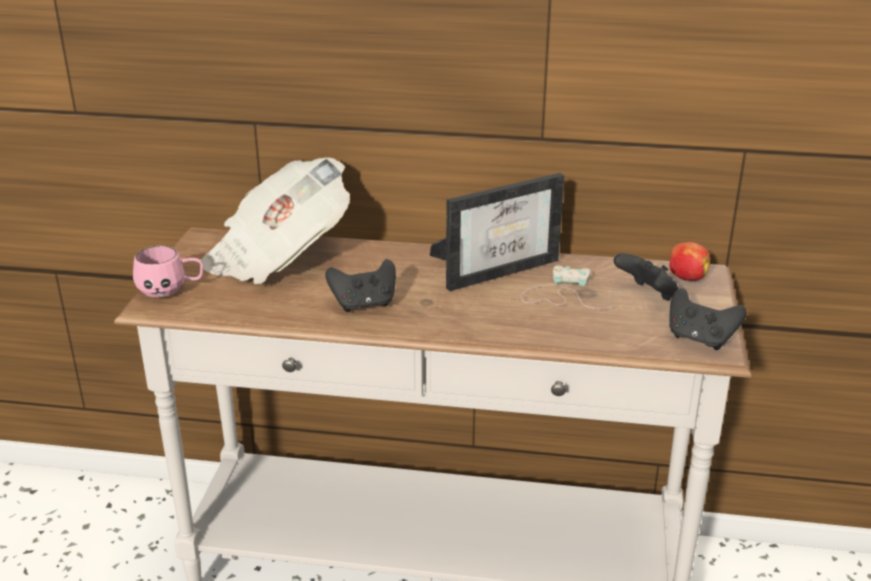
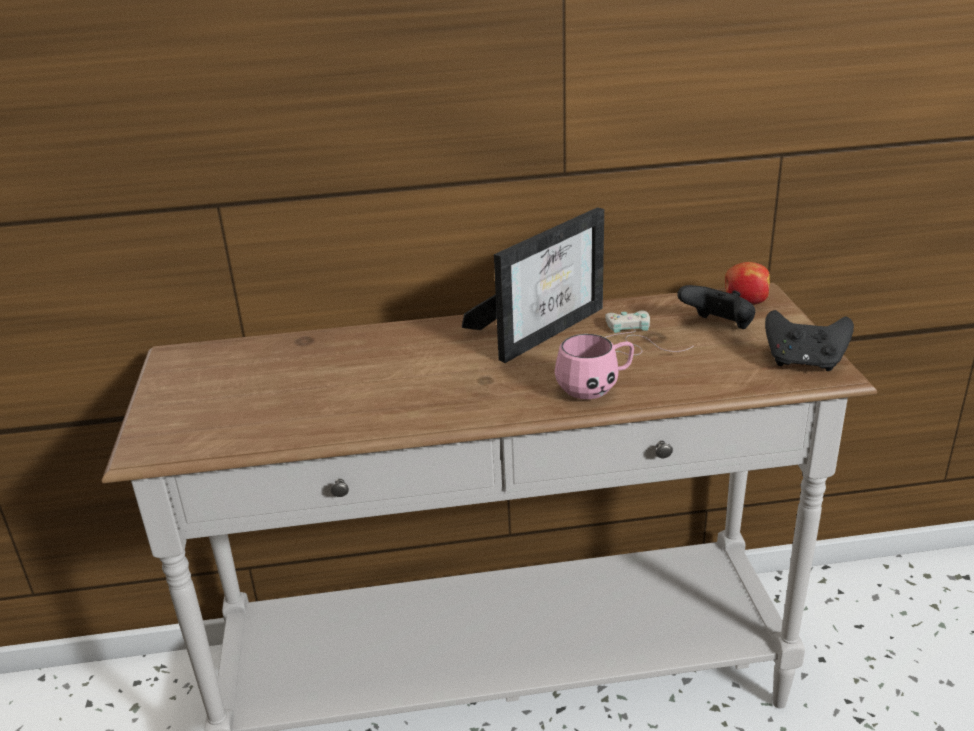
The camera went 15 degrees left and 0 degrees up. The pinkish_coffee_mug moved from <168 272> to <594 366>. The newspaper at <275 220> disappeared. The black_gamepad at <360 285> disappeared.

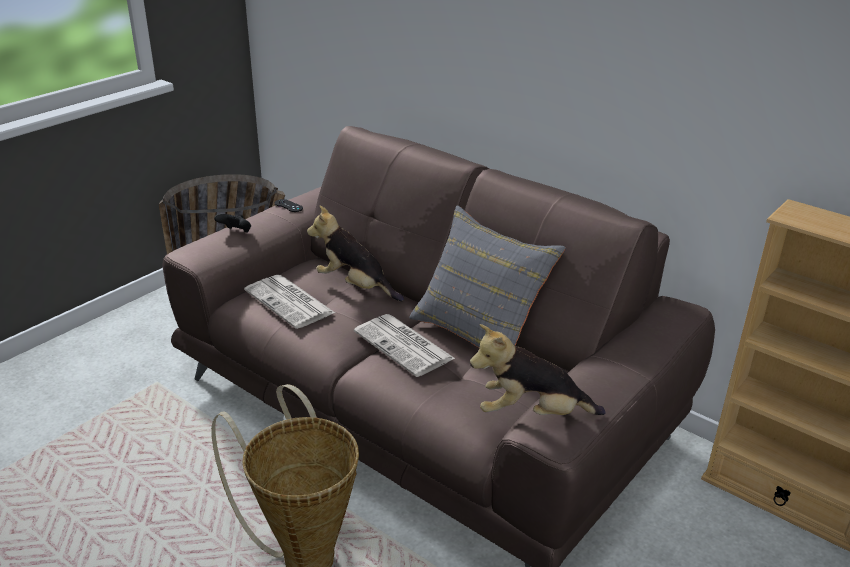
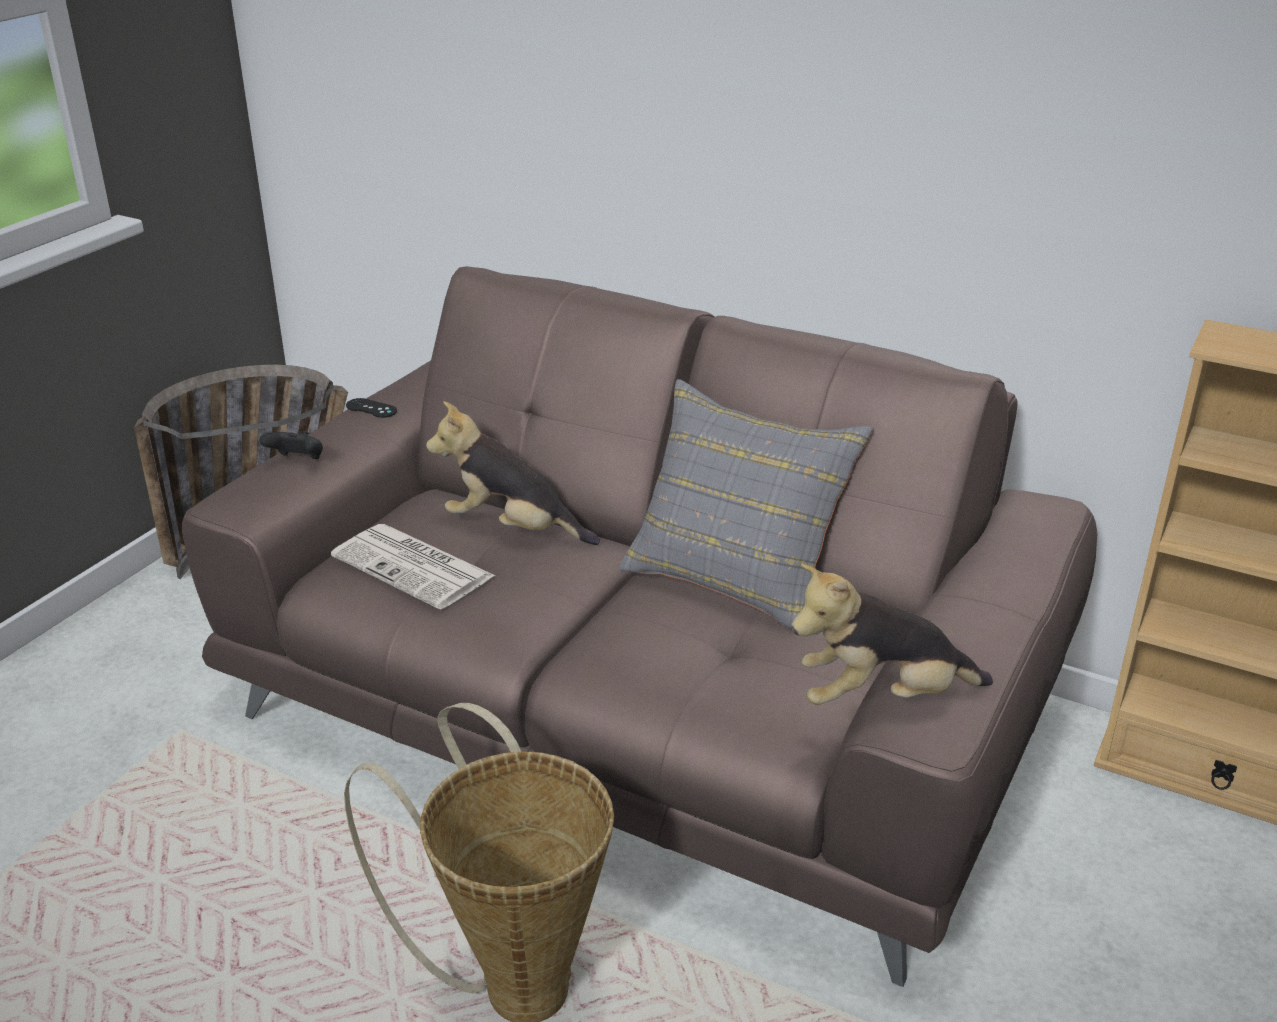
The camera went 10 degrees left and 0 degrees up. The newspaper at <404 345> disappeared.

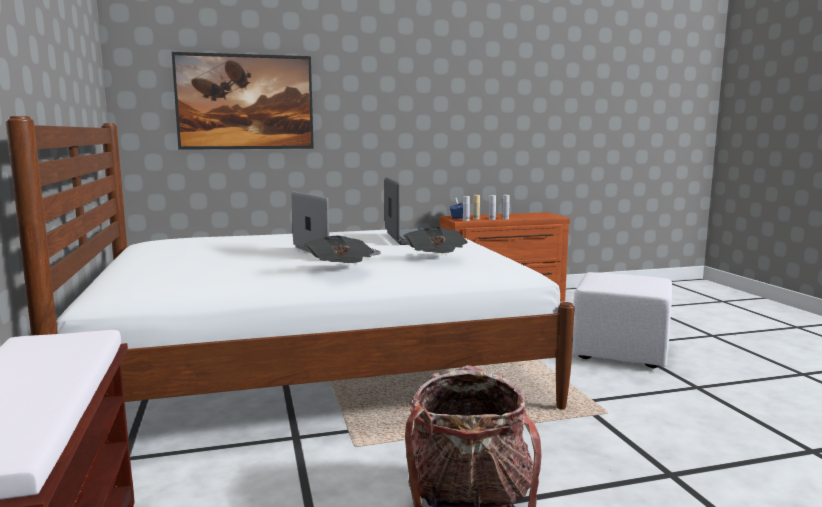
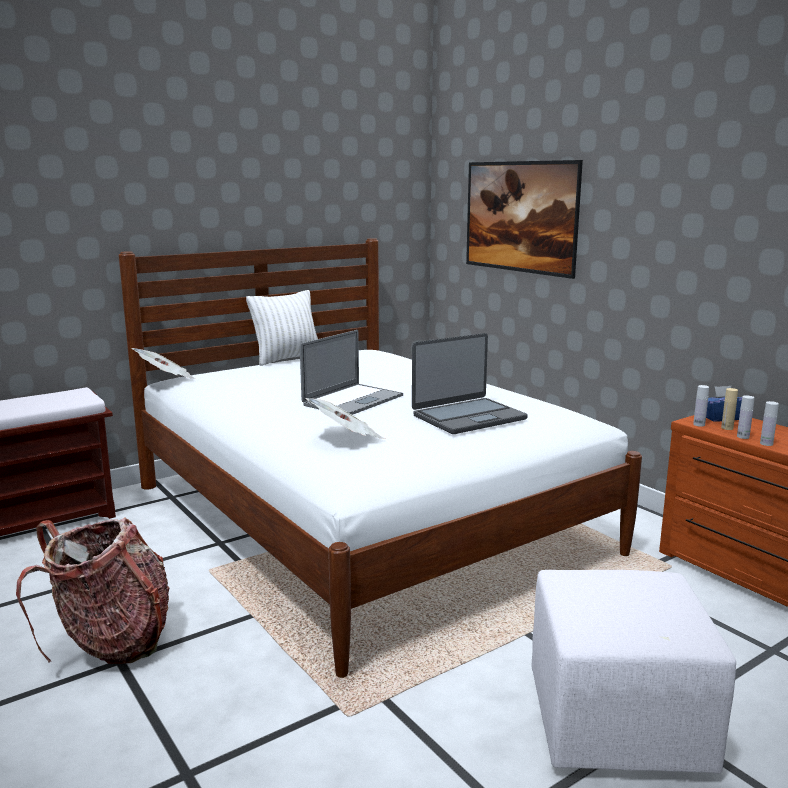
The camera went 70 degrees right and 5 degrees up. The newspaper moved from <338 249> to <163 363>. The white-coloured_throw_pillow at <282 328> appeared.

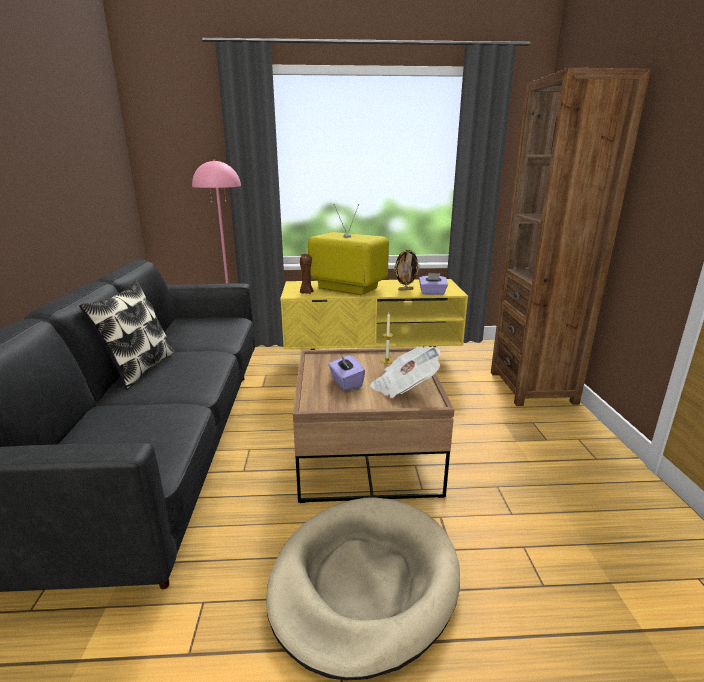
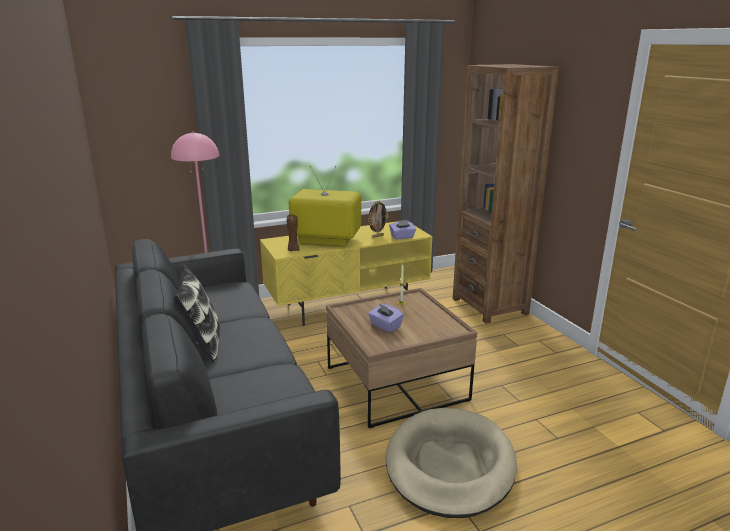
The camera went 20 degrees left and 0 degrees up. The newspaper at <405 372> disappeared.

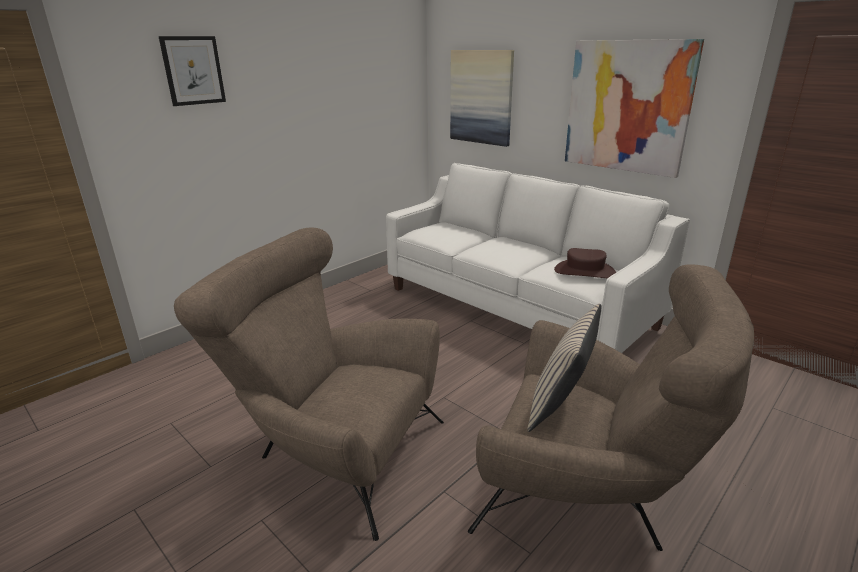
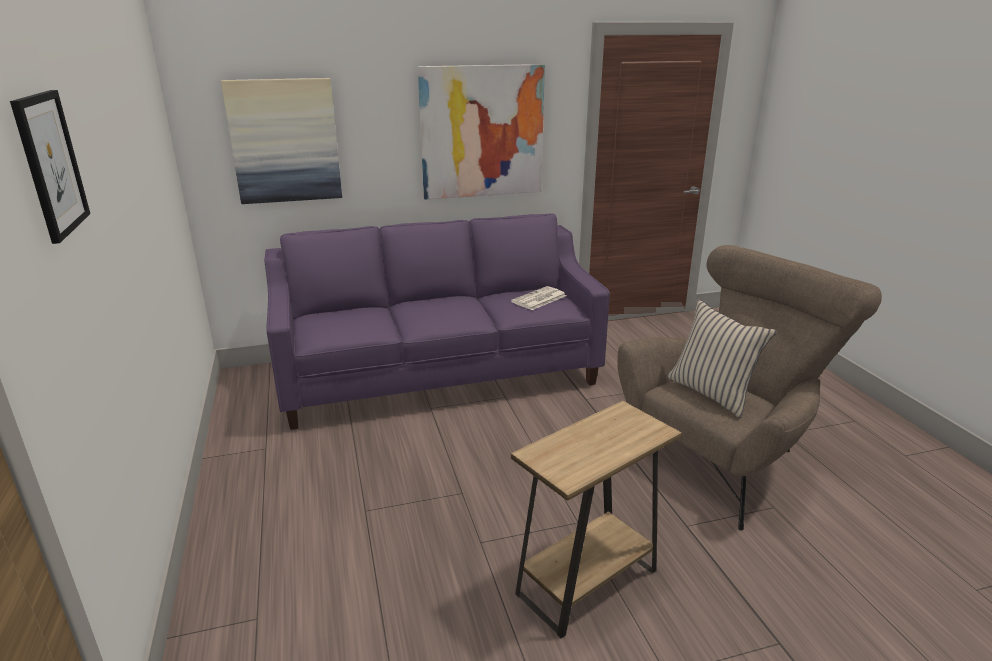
The camera went 60 degrees left and 0 degrees up. The white-coloured_sofa at <538 258> became the purplish_sofa at <437 321>. The brownish_clothing_hat at <585 263> was replaced by the newspaper at <538 298>. The brownish_armchair at <309 384> was replaced by the brownish_accent_table at <596 519>.

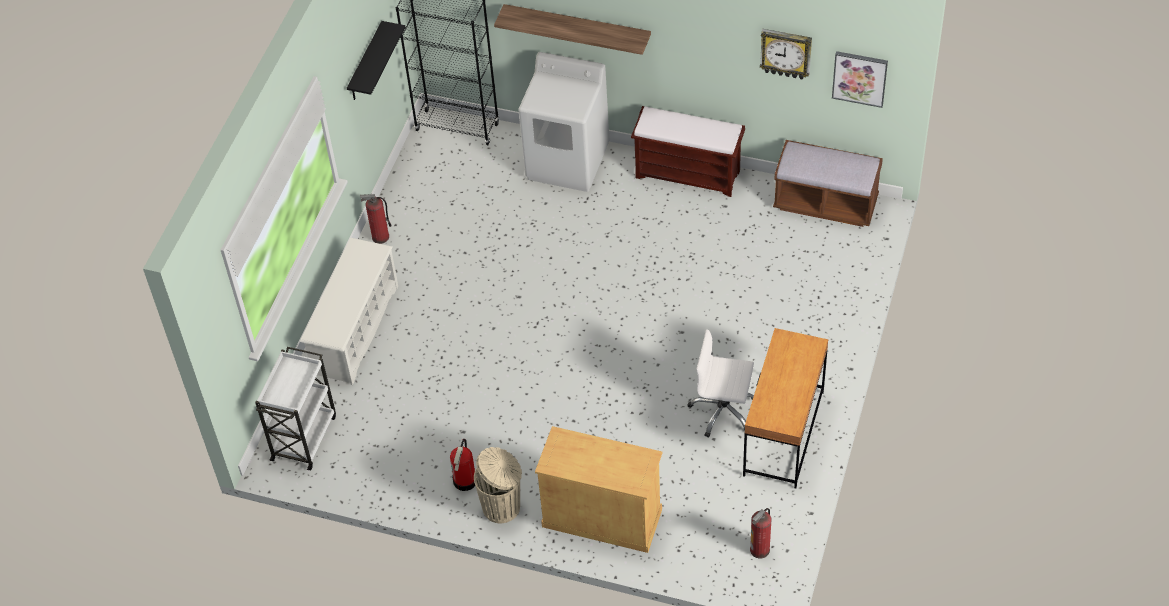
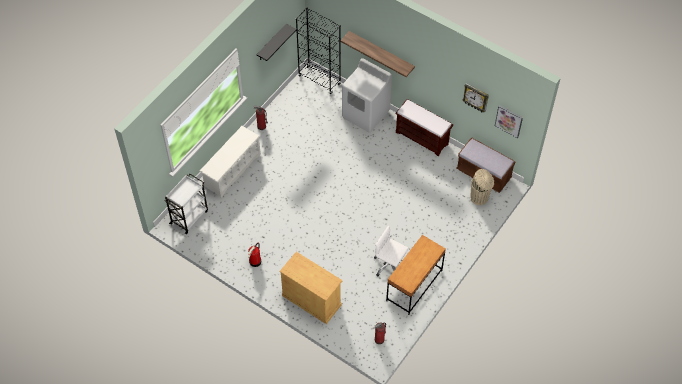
The camera went 15 degrees right and 5 degrees up. The sand-coloured_waste_bin moved from <498 485> to <482 187>.

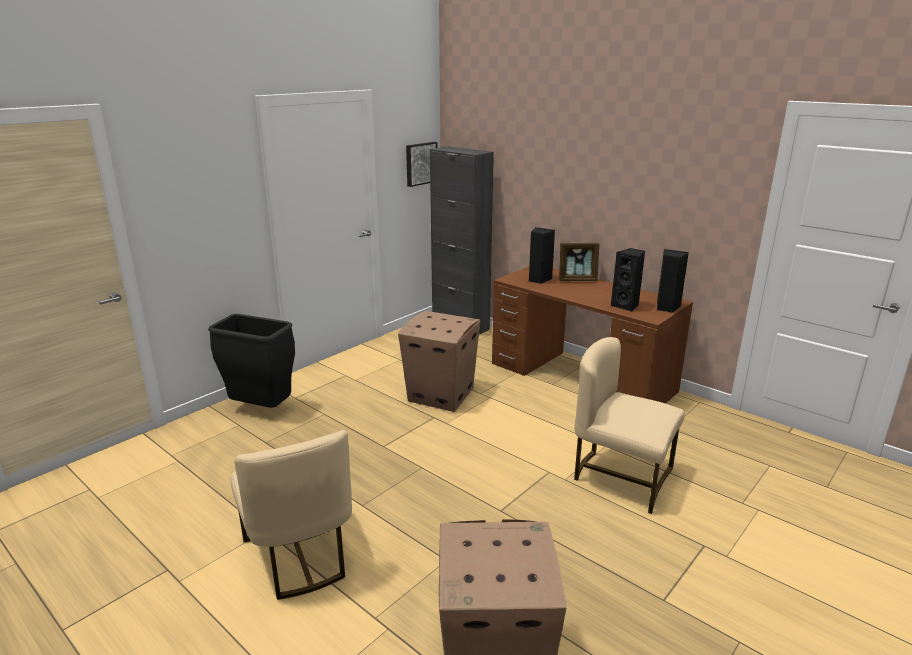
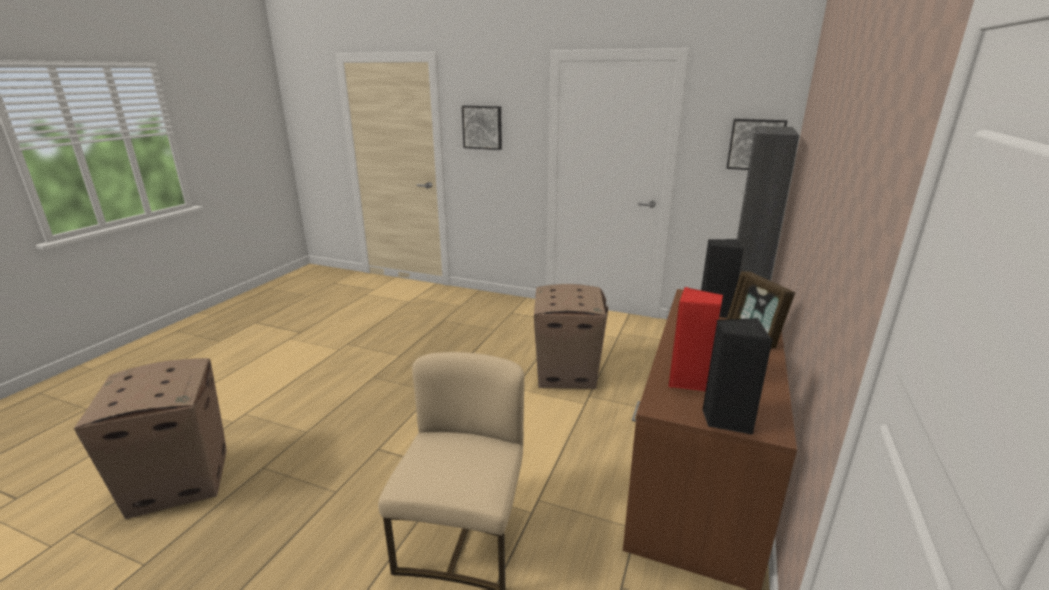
The camera went 70 degrees right and 0 degrees up. The wall_art at <482 128> appeared. The black_loudspeaker at <628 280> became the reddish_loudspeaker at <695 339>. The black_waste_bin at <251 361> disappeared. The sand-coloured_chair at <291 515> disappeared.

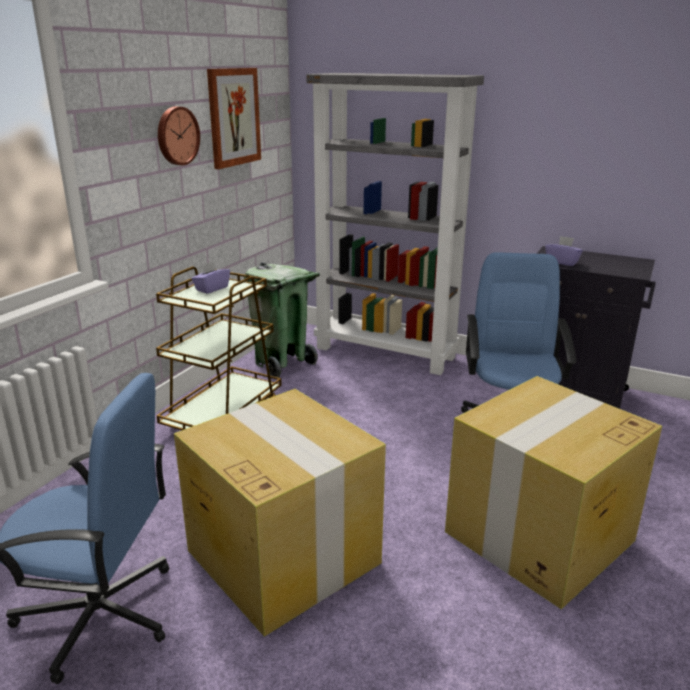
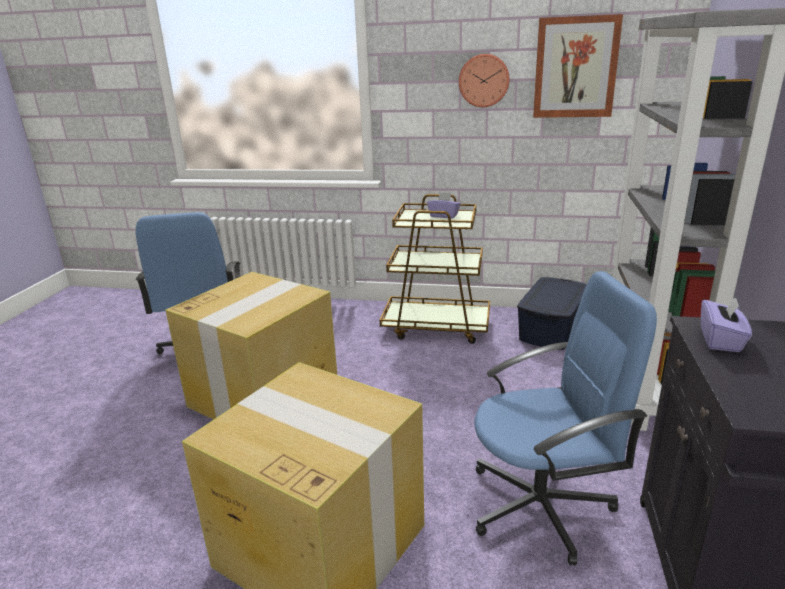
The camera went 75 degrees right and 0 degrees up. The greenish_waste_bin at <282 320> was replaced by the blue_storage_bin at <552 313>.

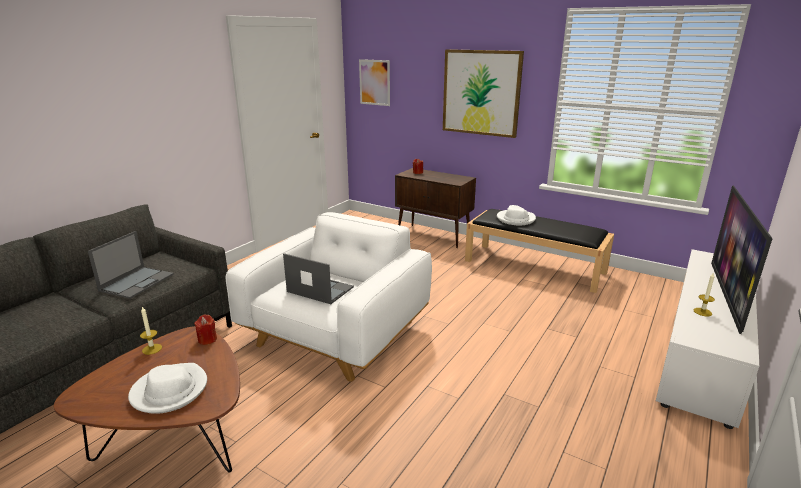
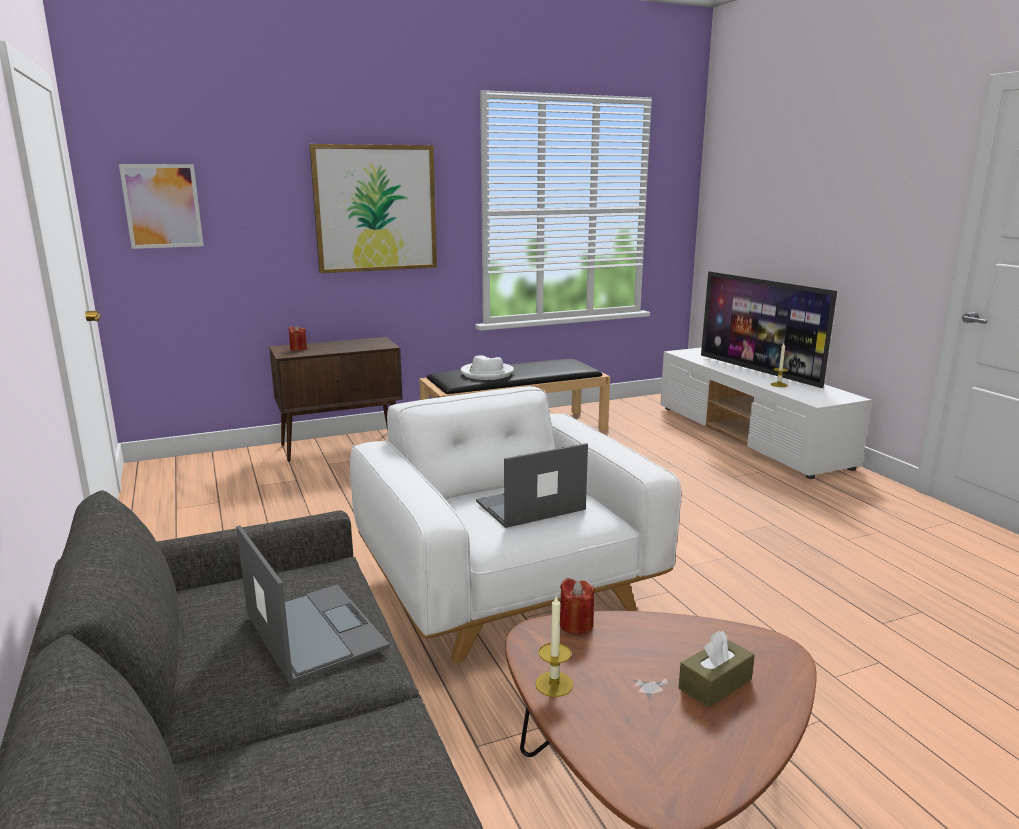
The camera went 55 degrees left and 5 degrees down. The white-coloured_clothing_hat at <167 388> was replaced by the brownish_tissue_holder at <716 669>.

